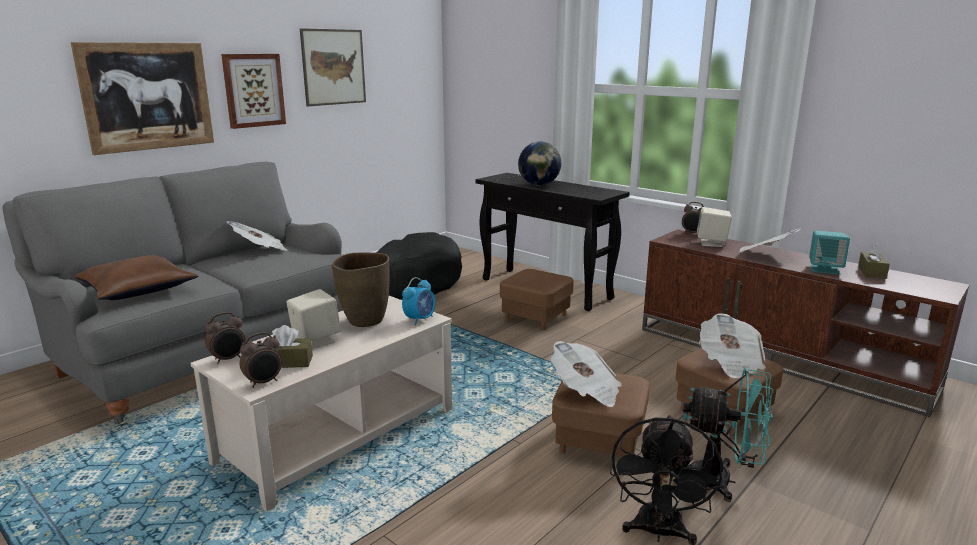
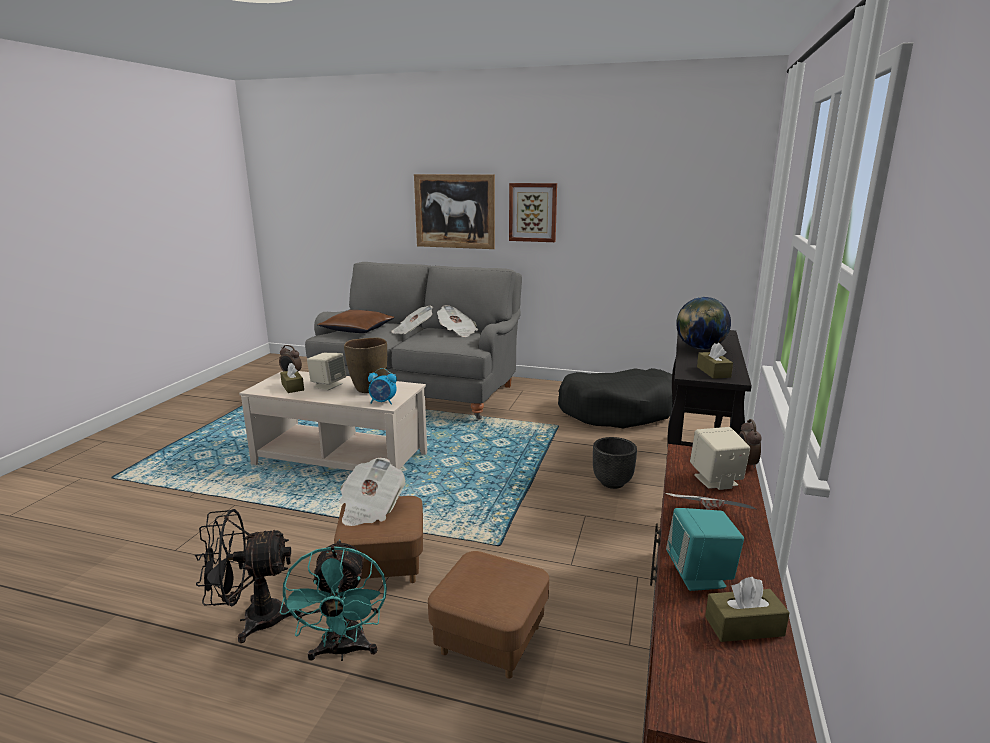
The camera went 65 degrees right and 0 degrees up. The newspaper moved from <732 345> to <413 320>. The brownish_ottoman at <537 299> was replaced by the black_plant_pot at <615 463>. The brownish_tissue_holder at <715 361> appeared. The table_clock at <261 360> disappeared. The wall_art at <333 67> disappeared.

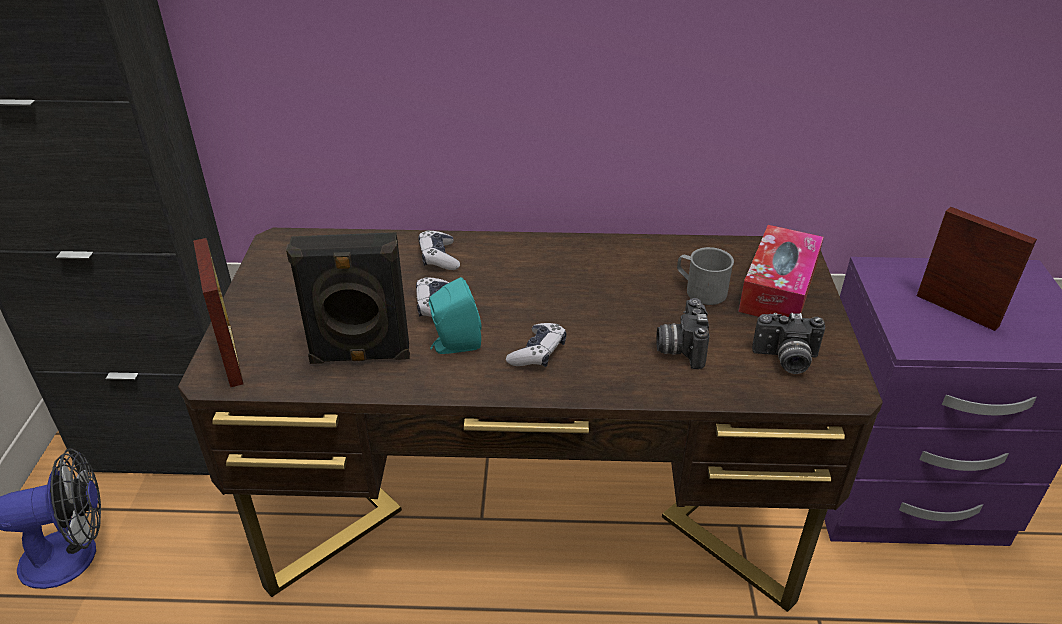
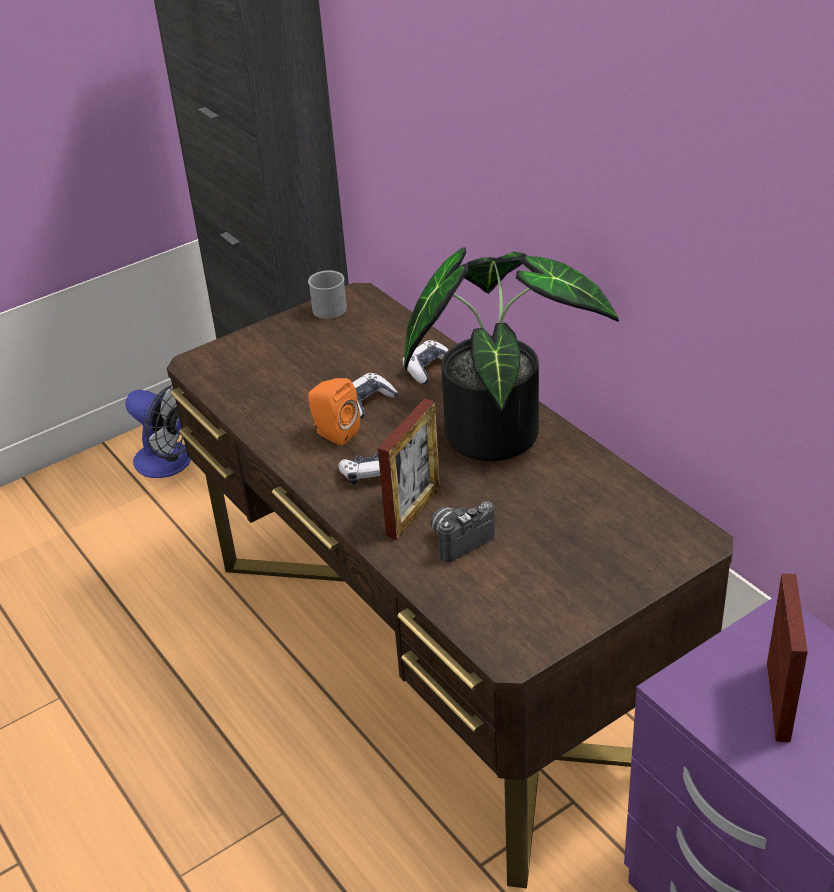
The camera went 55 degrees right and 0 degrees up. The gray_coffee_mug moved from <705 276> to <327 294>. The turquoise_loudspeaker at <455 315> became the orange-coloured_loudspeaker at <334 412>. The picture_frame moved from <218 313> to <409 469>. The plant_in_a_pot at <511 354> appeared. The black_loudspeaker at <348 298> disappeared. The tissue_holder at <781 271> disappeared. The photo_camera at <788 343> disappeared.

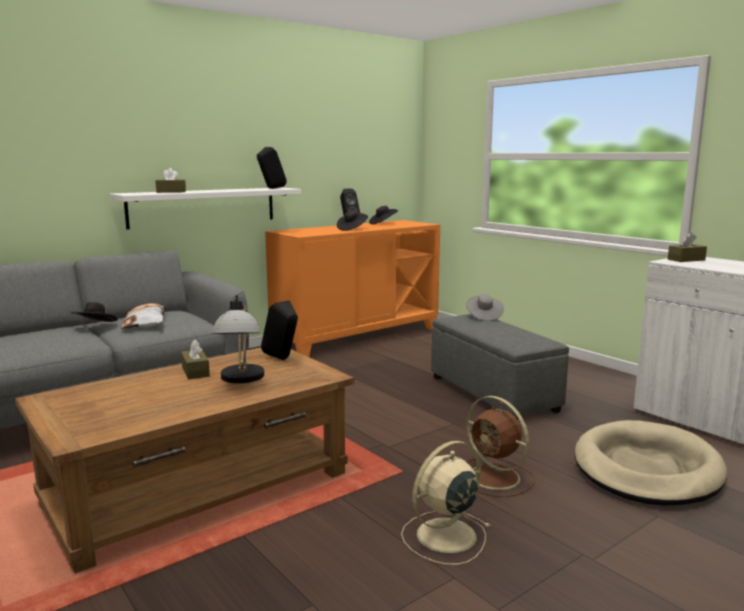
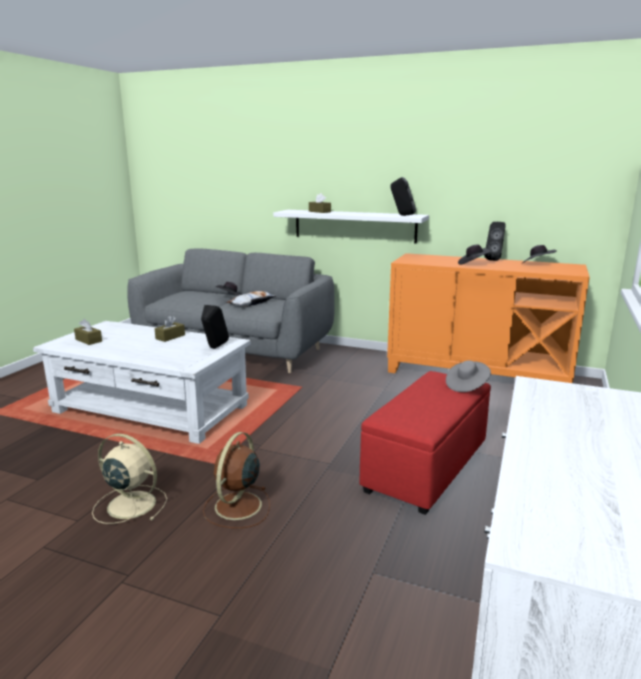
The camera went 60 degrees right and 5 degrees up. The brownish_coffee_table at <184 461> became the white-coloured_coffee_table at <142 382>. The brownish_tissue_holder moved from <687 247> to <88 332>. The gray_ottoman at <500 367> became the reddish_ottoman at <425 443>. The table_lamp at <238 339> disappeared. The sand-coloured_dog_bed at <651 462> disappeared.

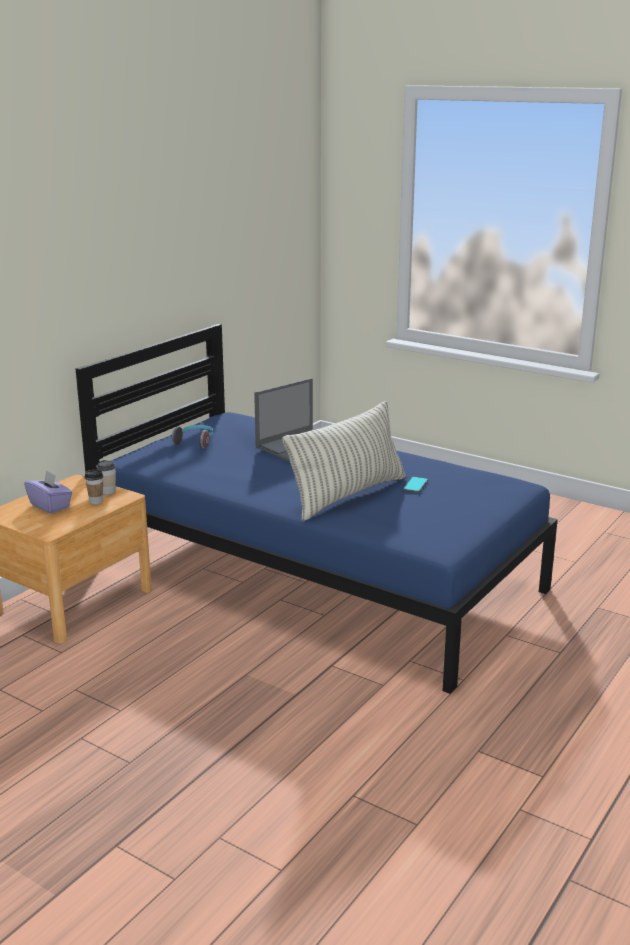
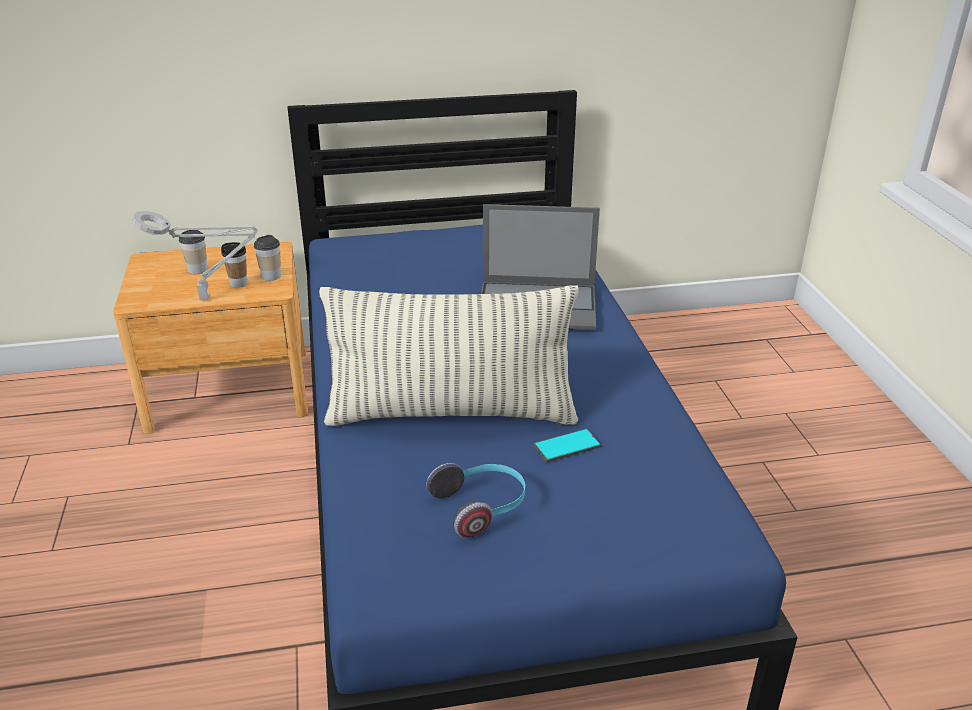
The camera went 45 degrees right and 10 degrees up. The gray_table_lamp at <195 255> appeared. The purplish_tissue_holder at <48 492> was replaced by the cup at <193 252>. The headset moved from <192 437> to <475 500>.

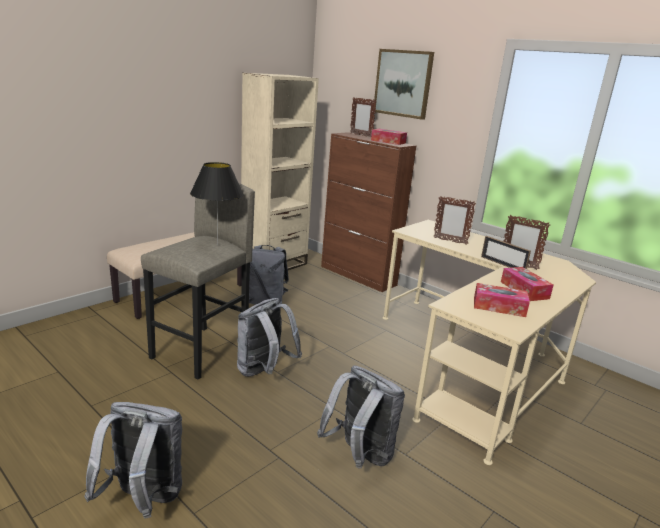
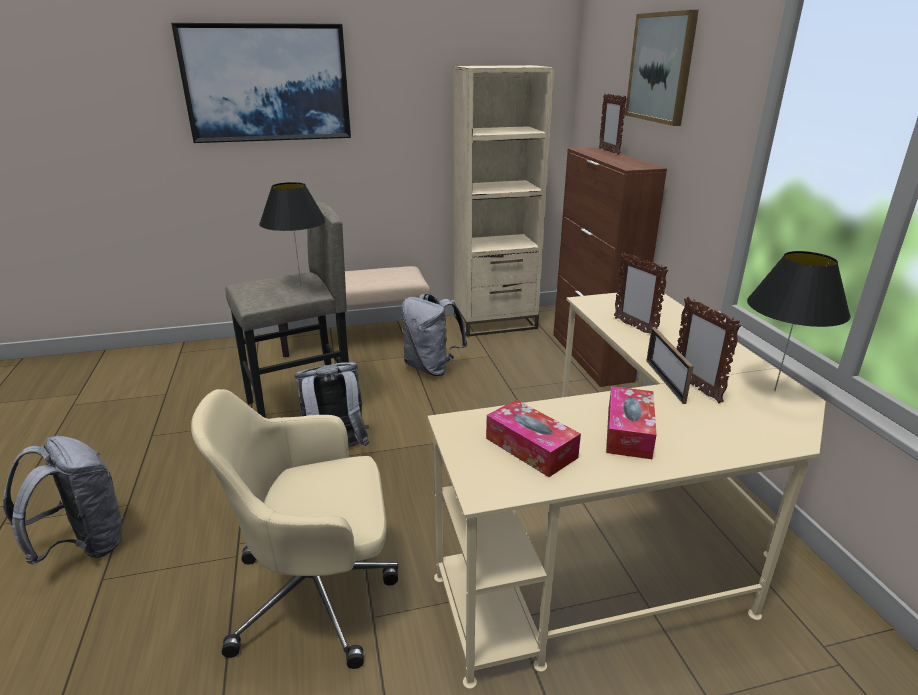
The camera went 35 degrees right and 5 degrees up. The wall_art at <261 83> appeared. The gray_backpack at <361 417> was replaced by the sand-coloured_computer_chair at <294 529>. The black_table_lamp at <799 321> appeared. The tissue_holder at <389 137> disappeared.

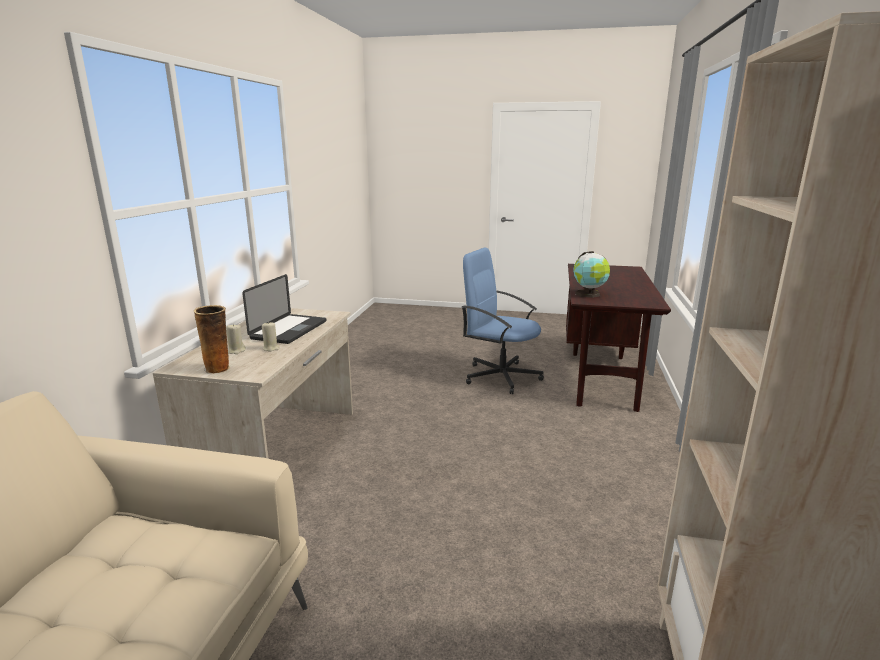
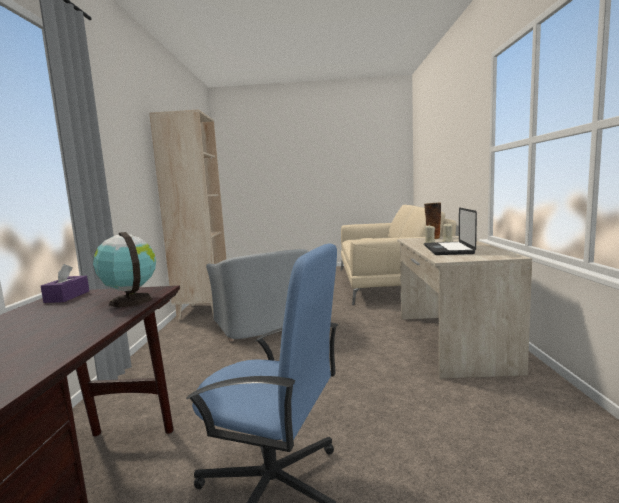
The camera went 170 degrees right and 10 degrees down. The purplish_tissue_holder at <65 283> appeared. The gray_armchair at <257 295> appeared.

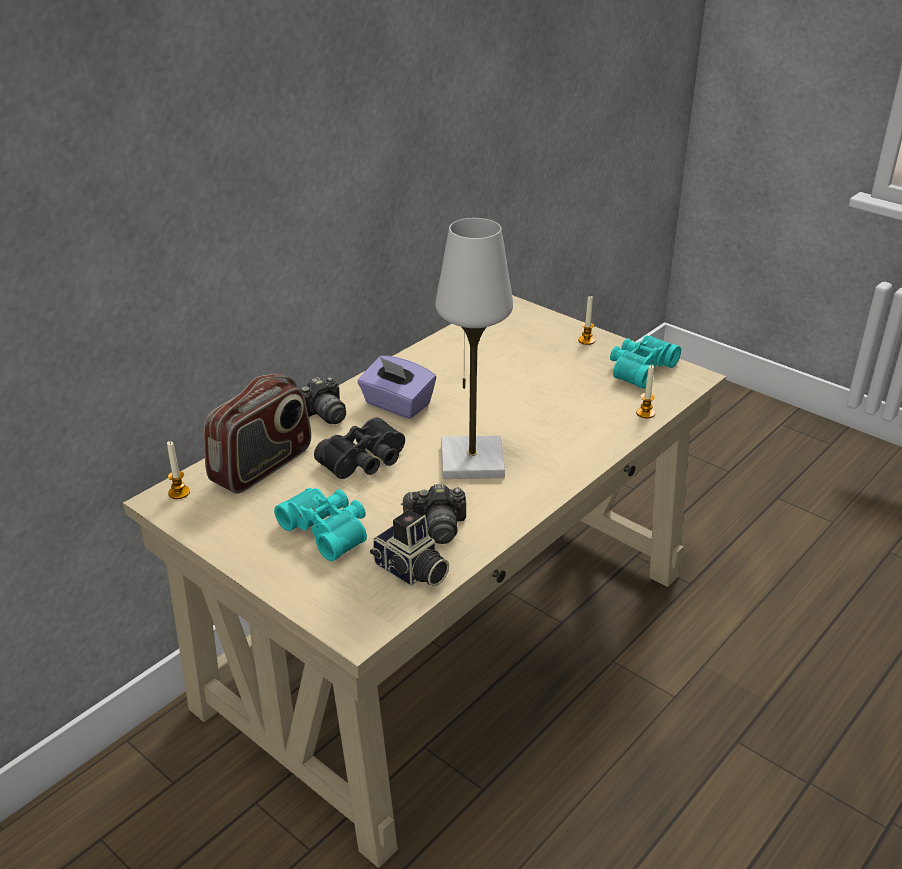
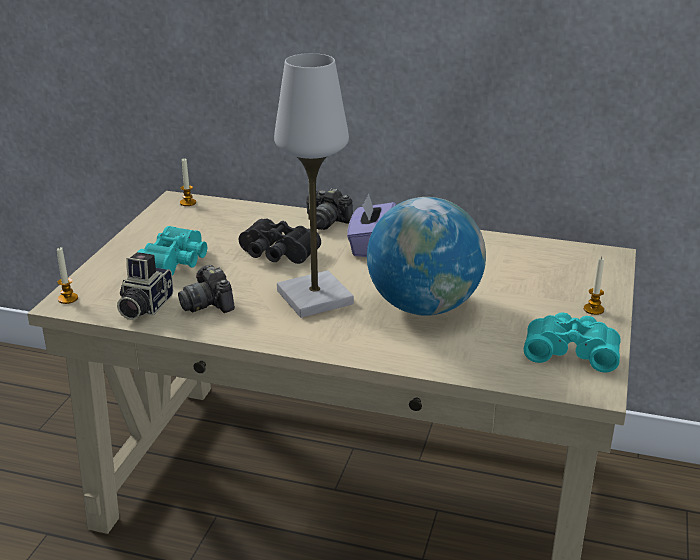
The camera went 65 degrees right and 5 degrees down. The wax_candle moved from <645 391> to <67 275>. The desk_globe at <426 256> appeared. The radio_set at <257 434> disappeared.

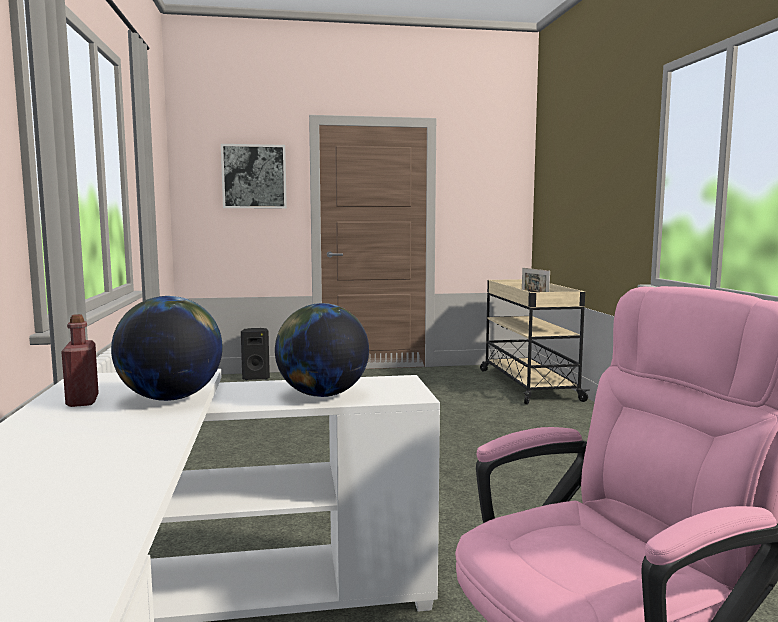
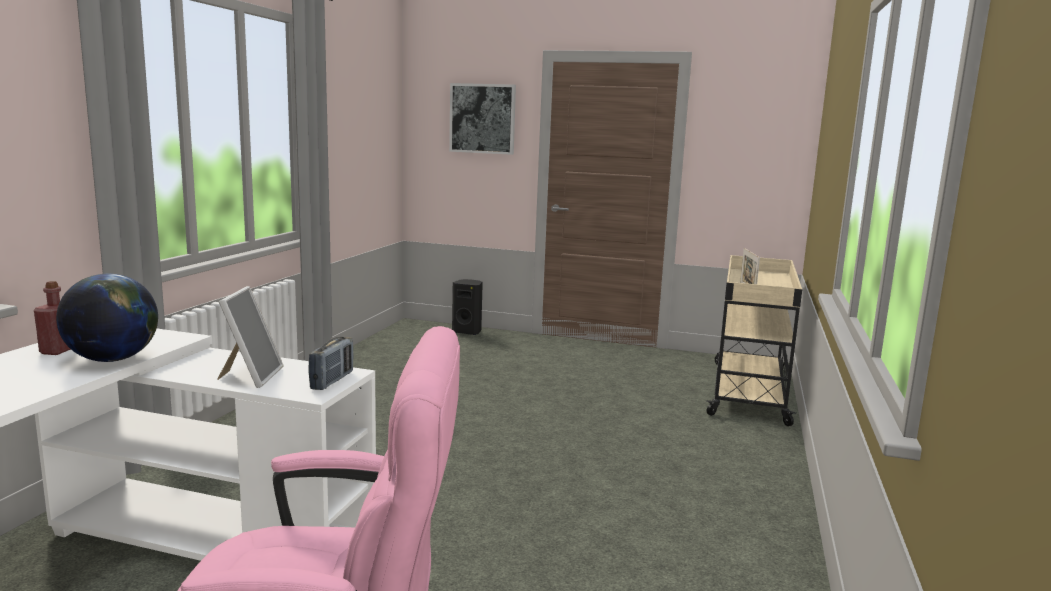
The camera went 25 degrees right and 5 degrees up. The desk_globe at <322 350> was replaced by the picture_frame at <250 337>. The radio_set at <331 363> appeared.

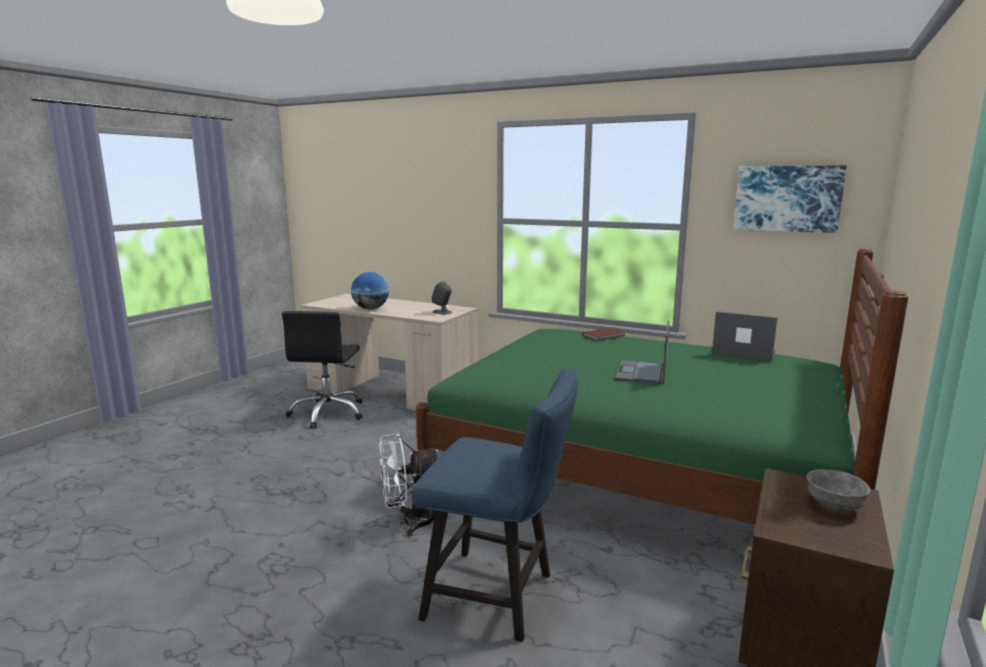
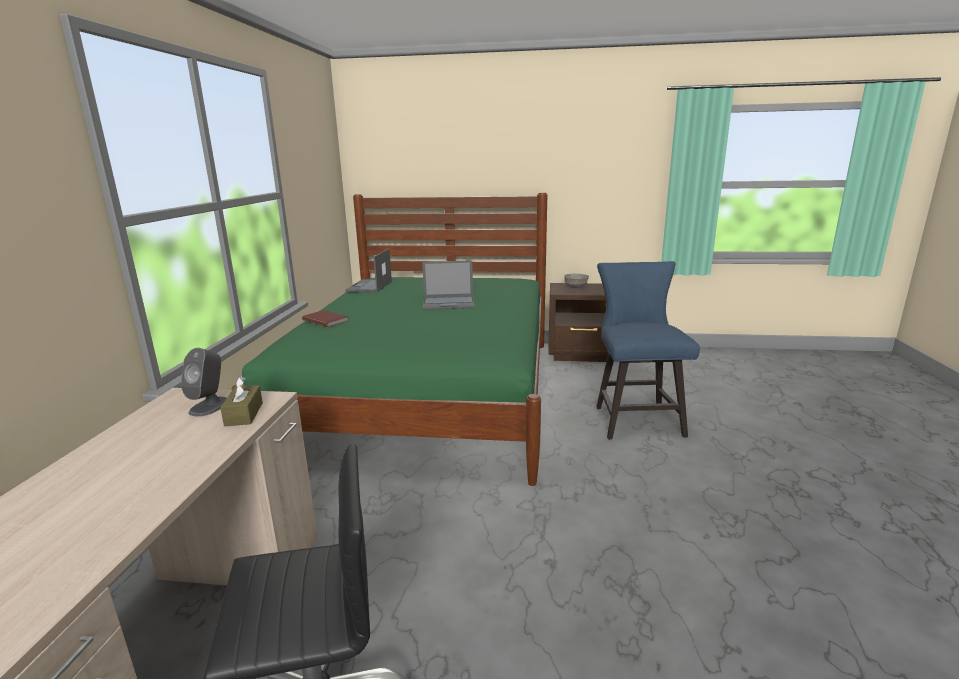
The camera went 110 degrees left and 5 degrees up. The brownish_tissue_holder at <241 401> appeared. The desk_globe at <370 290> disappeared. The white-coloured_fan at <409 485> disappeared. The wall_art at <789 199> disappeared.

